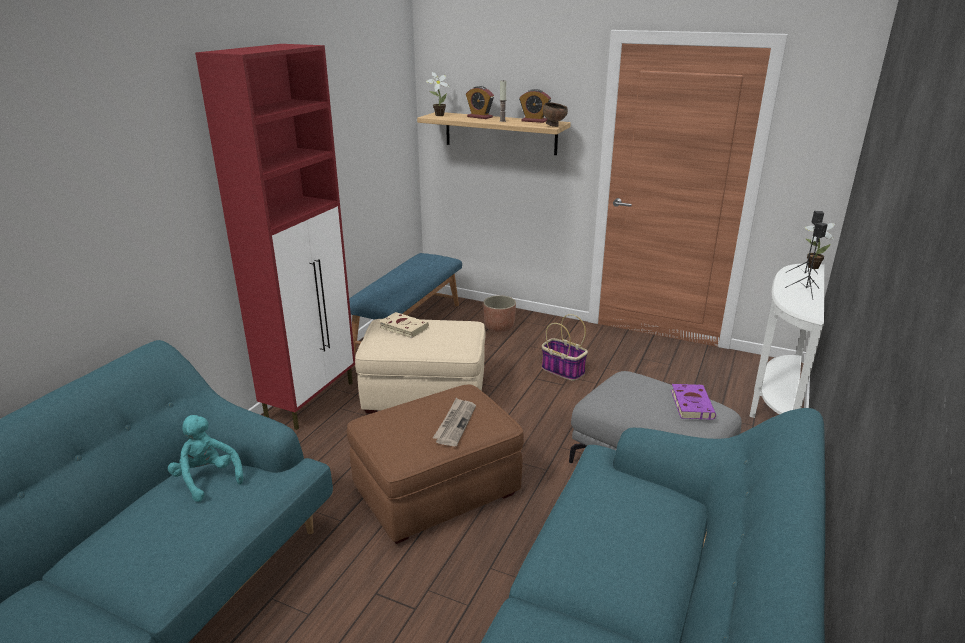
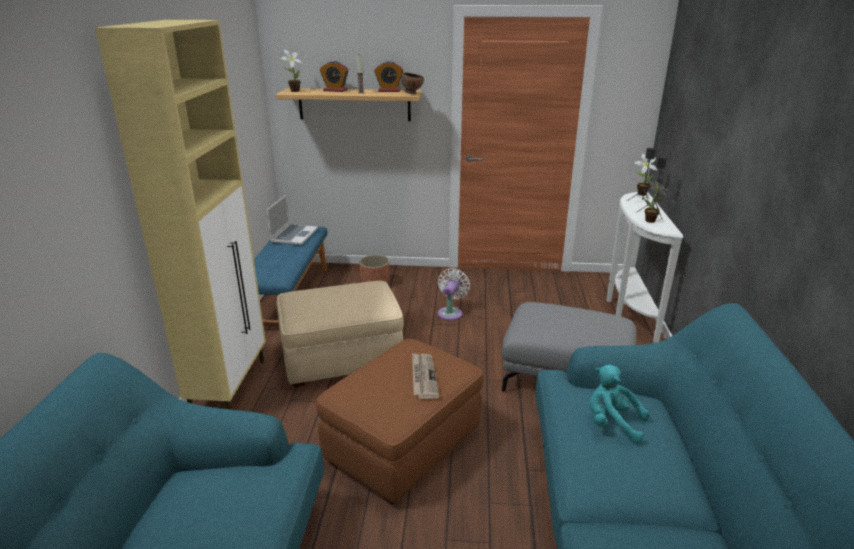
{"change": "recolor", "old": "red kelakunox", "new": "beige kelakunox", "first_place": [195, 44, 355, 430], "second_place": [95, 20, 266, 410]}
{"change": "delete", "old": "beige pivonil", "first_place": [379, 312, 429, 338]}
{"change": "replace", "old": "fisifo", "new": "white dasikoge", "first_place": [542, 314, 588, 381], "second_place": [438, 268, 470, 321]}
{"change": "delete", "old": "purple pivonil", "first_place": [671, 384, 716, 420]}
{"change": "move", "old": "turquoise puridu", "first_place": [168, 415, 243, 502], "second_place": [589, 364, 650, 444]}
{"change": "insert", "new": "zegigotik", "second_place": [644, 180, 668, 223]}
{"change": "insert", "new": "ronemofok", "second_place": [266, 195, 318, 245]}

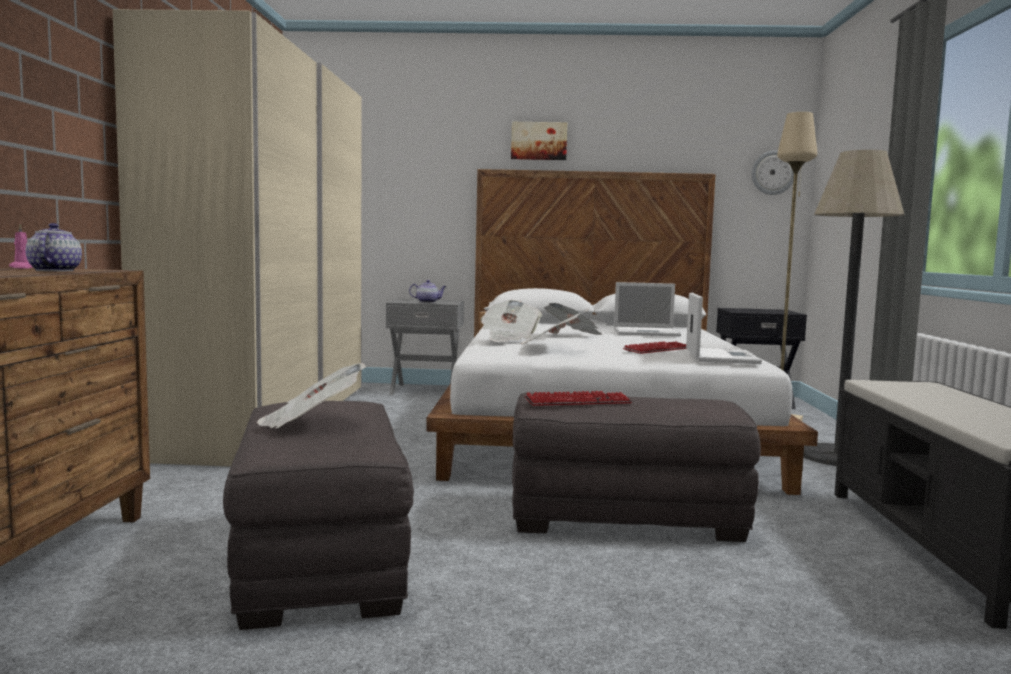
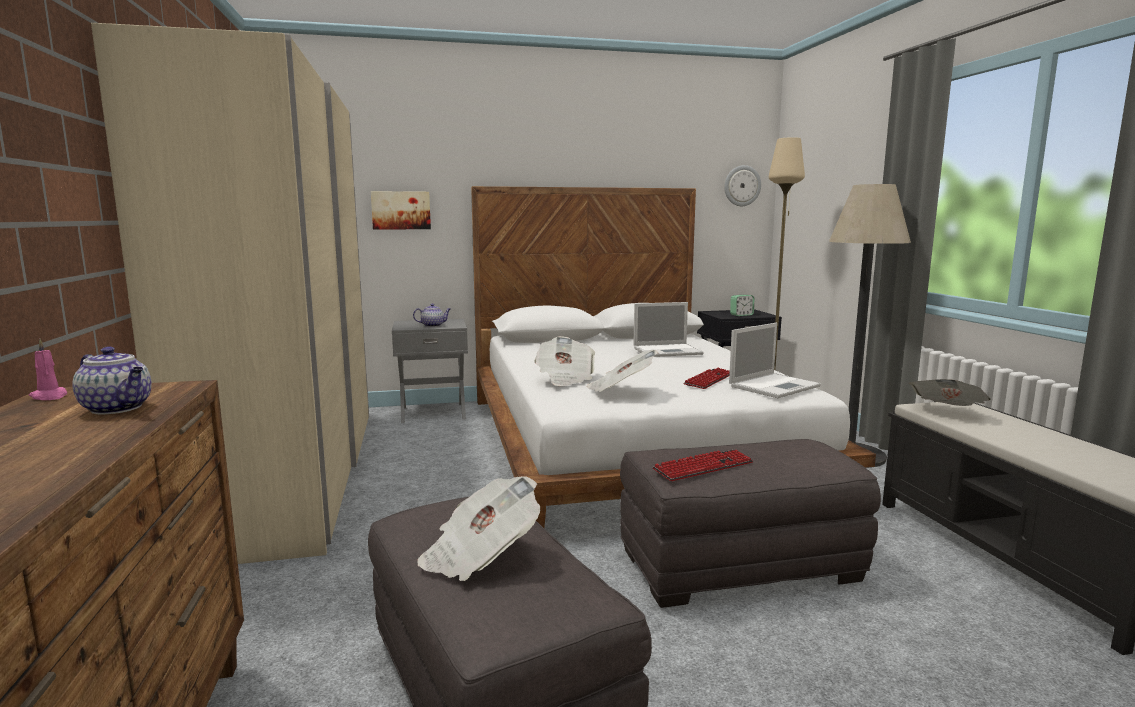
{"change": "move", "old": "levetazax", "first_place": [511, 122, 567, 160], "second_place": [371, 191, 431, 230]}
{"change": "rotate", "old": "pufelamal", "first_place": [25, 223, 82, 271], "second_place": [72, 346, 152, 414], "degrees": 150}
{"change": "rotate", "old": "ronemofok", "first_place": [686, 293, 762, 364], "second_place": [729, 323, 821, 398], "degrees": 60}
{"change": "move", "old": "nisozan", "first_place": [544, 303, 602, 335], "second_place": [909, 379, 991, 406]}
{"change": "insert", "new": "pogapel", "second_place": [730, 295, 754, 316]}

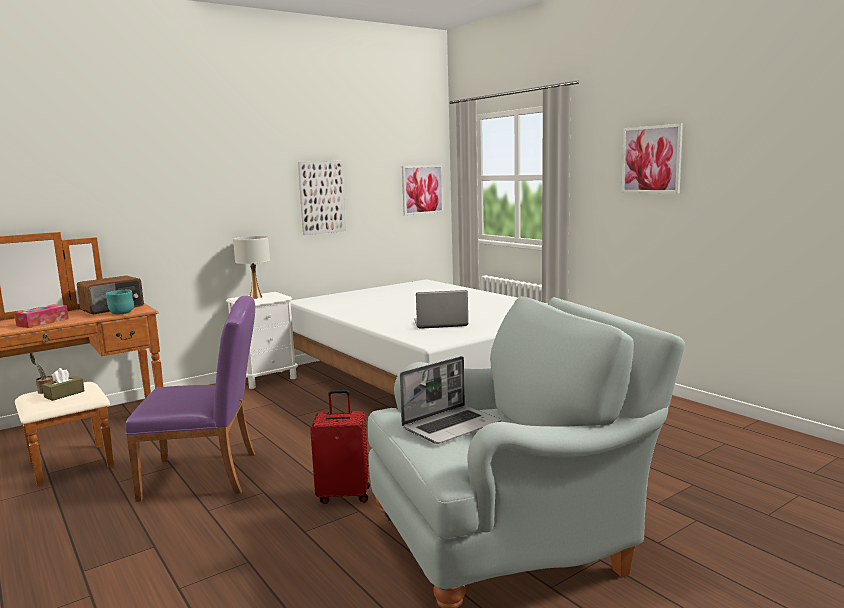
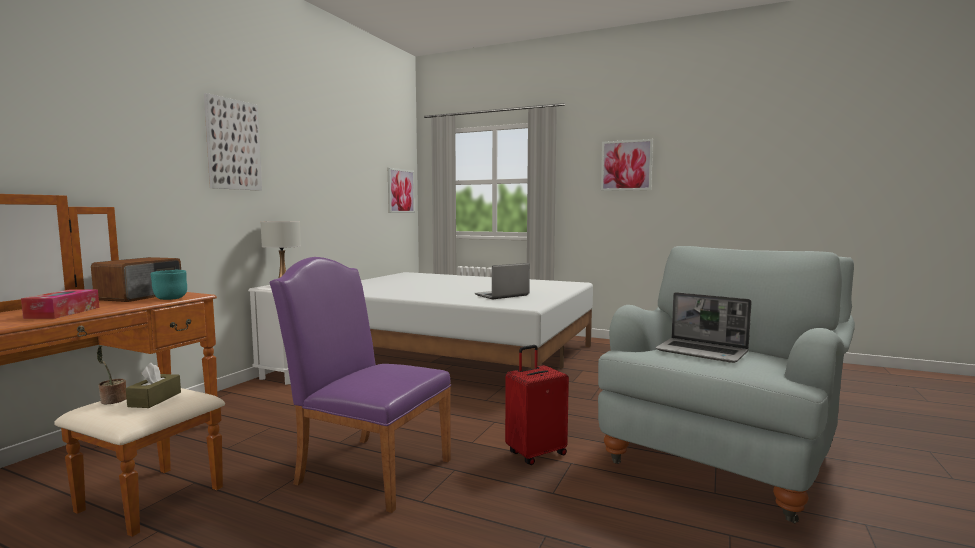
{"change": "move", "old": "levetazax", "first_place": [298, 161, 346, 235], "second_place": [204, 93, 262, 191]}
{"change": "rotate", "old": "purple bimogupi", "first_place": [126, 296, 255, 502], "second_place": [270, 257, 451, 513], "degrees": -120}
{"change": "rotate", "old": "ronemofok", "first_place": [400, 356, 501, 444], "second_place": [655, 292, 752, 363], "degrees": 105}

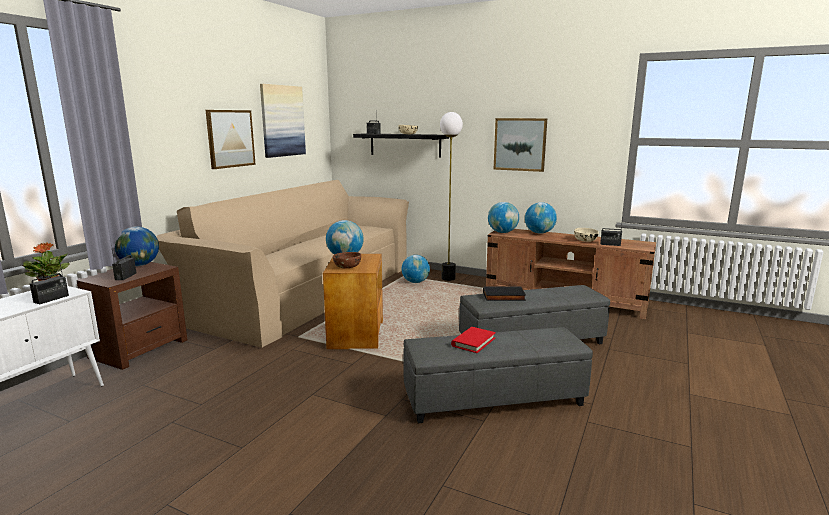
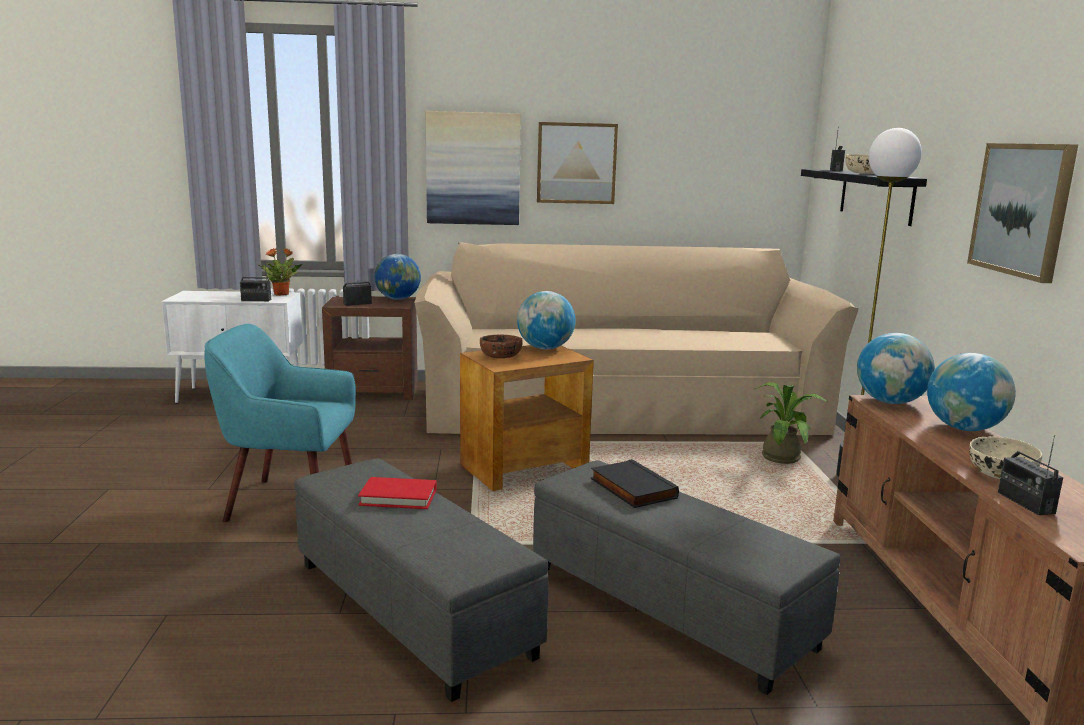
{"change": "move", "old": "levetazax", "first_place": [260, 84, 306, 158], "second_place": [426, 111, 521, 225]}
{"change": "replace", "old": "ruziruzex", "new": "zegigotik", "first_place": [402, 255, 430, 283], "second_place": [755, 382, 829, 464]}
{"change": "insert", "new": "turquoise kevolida", "second_place": [204, 324, 356, 522]}

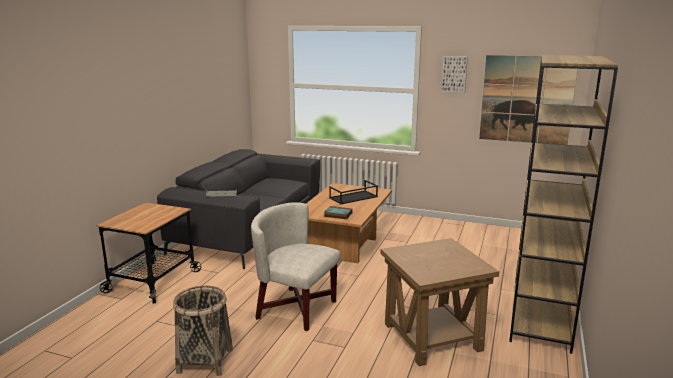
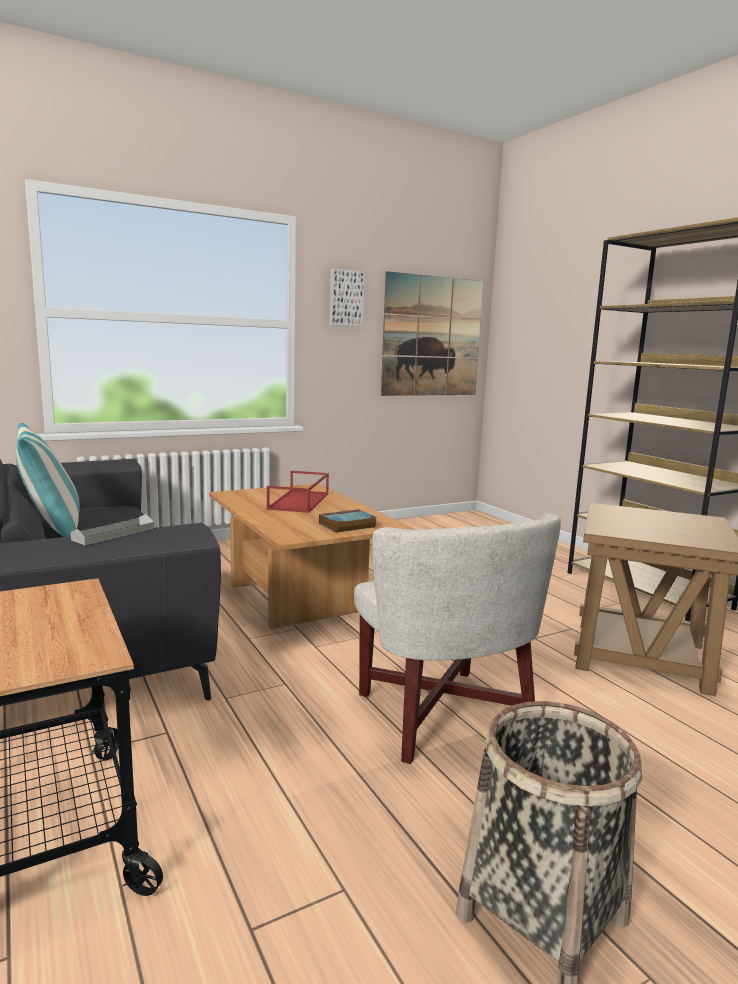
{"change": "recolor", "old": "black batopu", "new": "red batopu", "first_place": [329, 180, 378, 204], "second_place": [267, 471, 329, 513]}
{"change": "rotate", "old": "white kevolida", "first_place": [251, 202, 340, 331], "second_place": [354, 513, 561, 764], "degrees": -90}
{"change": "insert", "new": "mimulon", "second_place": [16, 423, 80, 537]}

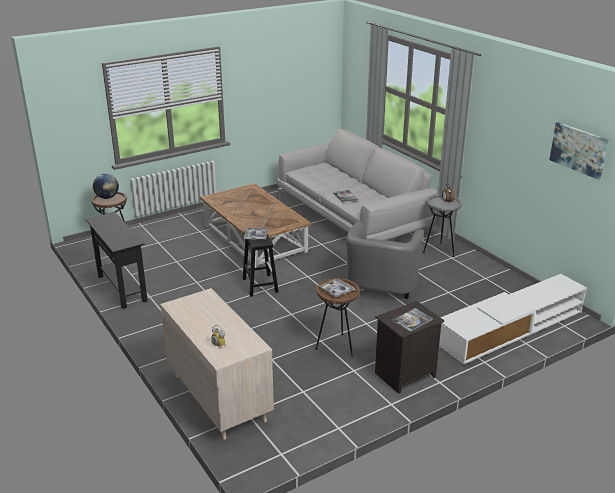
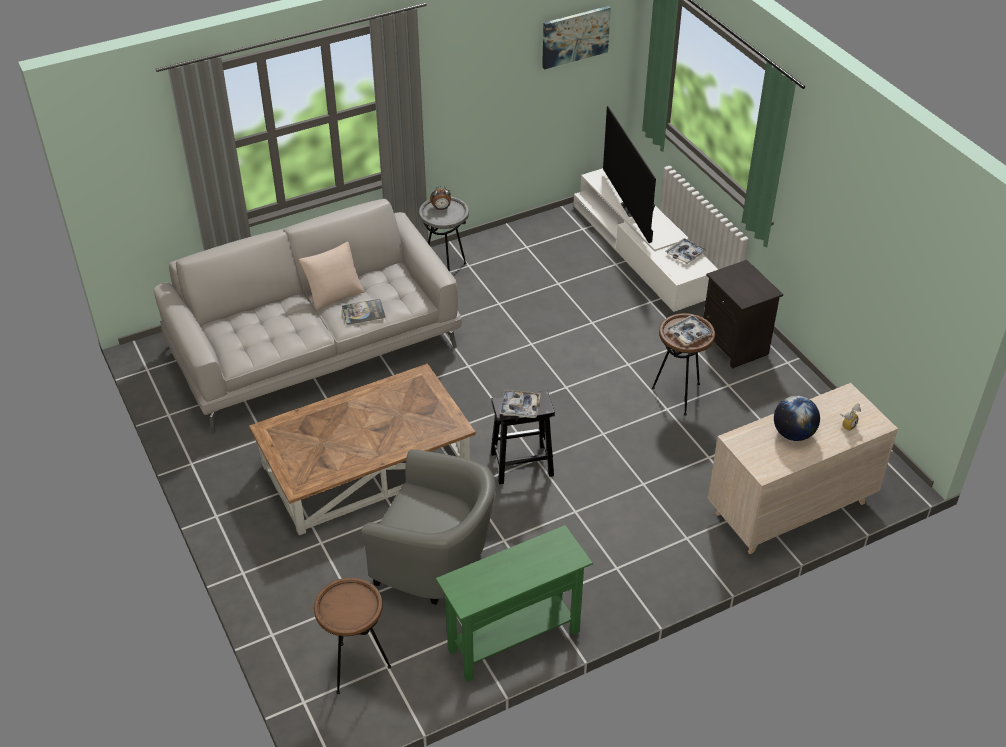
{"change": "move", "old": "ruziruzex", "first_place": [93, 174, 119, 199], "second_place": [774, 396, 820, 441]}
{"change": "recolor", "old": "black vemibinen", "new": "green vemibinen", "first_place": [85, 212, 148, 309], "second_place": [436, 525, 593, 682]}
{"change": "move", "old": "grey kevolida", "first_place": [346, 221, 424, 299], "second_place": [361, 449, 496, 605]}
{"change": "delete", "old": "pivonil", "first_place": [392, 308, 433, 332]}
{"change": "insert", "new": "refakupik", "second_place": [603, 106, 656, 243]}
{"change": "insert", "new": "batopu", "second_place": [665, 238, 707, 264]}
{"change": "insert", "new": "beige mimulon", "second_place": [299, 242, 365, 310]}

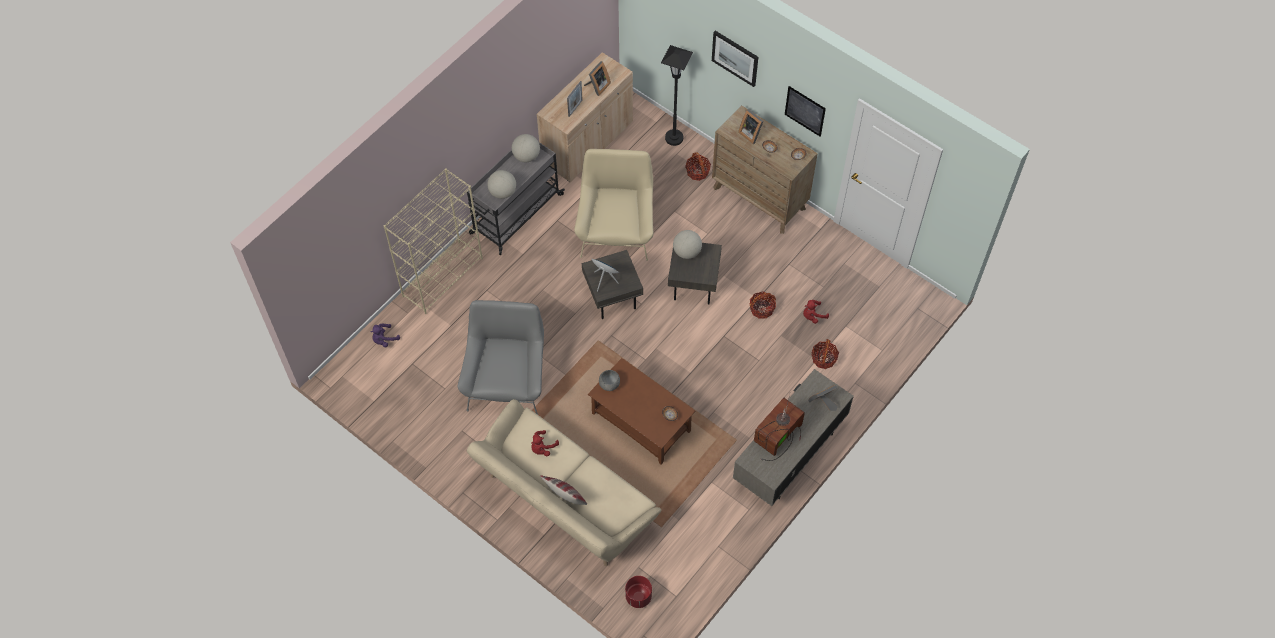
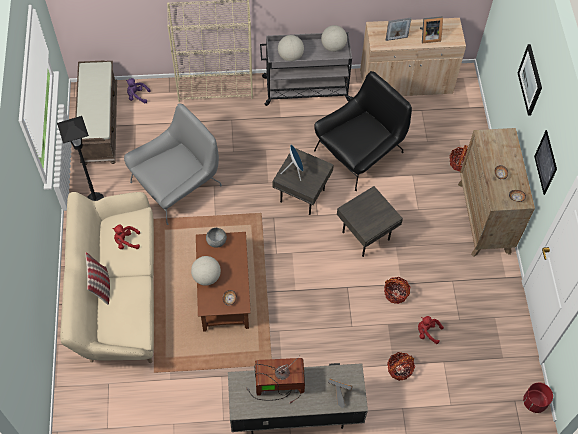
{"change": "move", "old": "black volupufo", "first_place": [661, 45, 693, 146], "second_place": [57, 116, 104, 201]}
{"change": "delete", "old": "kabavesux", "first_place": [738, 109, 763, 144]}
{"change": "recolor", "old": "beige kevolida", "new": "black kevolida", "first_place": [574, 149, 653, 261], "second_place": [314, 71, 412, 191]}
{"change": "move", "old": "ruziruzex", "first_place": [673, 230, 702, 259], "second_place": [191, 256, 221, 286]}
{"change": "move", "old": "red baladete", "first_place": [625, 576, 652, 608], "second_place": [523, 383, 553, 413]}
{"change": "insert", "new": "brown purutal", "second_place": [75, 61, 117, 165]}

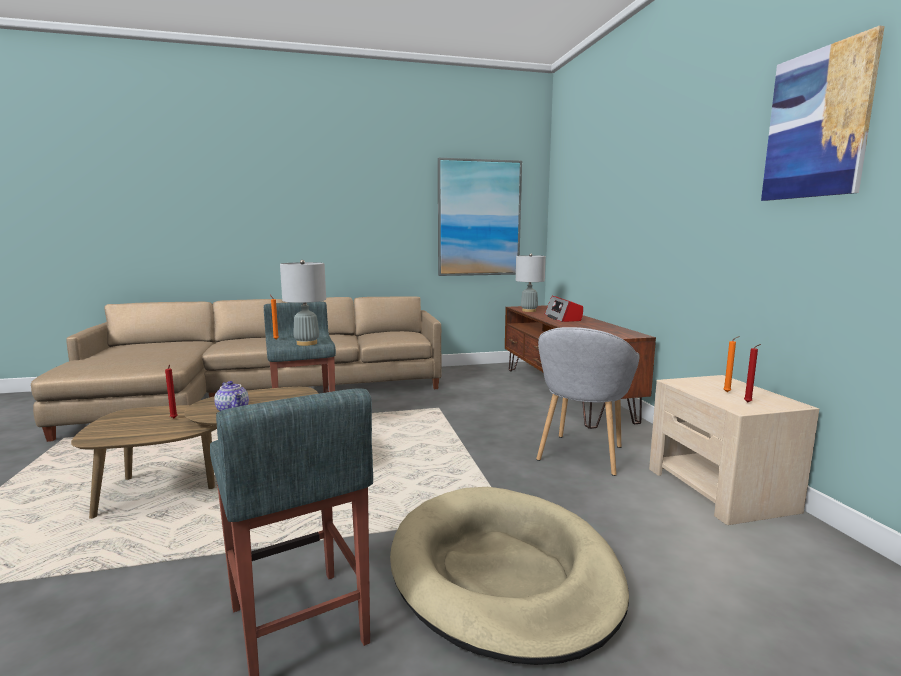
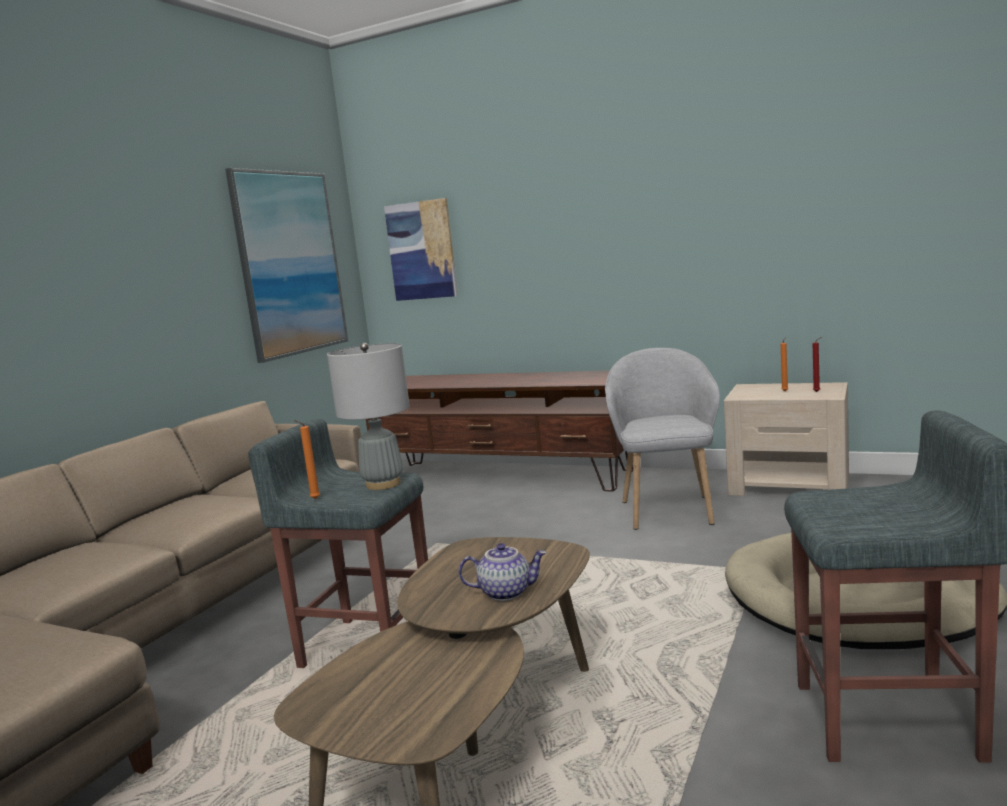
{"change": "move", "old": "levetazax", "first_place": [761, 26, 885, 201], "second_place": [384, 198, 458, 301]}
{"change": "delete", "old": "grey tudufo", "first_place": [516, 254, 546, 312]}
{"change": "delete", "old": "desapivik", "first_place": [545, 296, 583, 322]}
{"change": "rotate", "old": "grey kevolida", "first_place": [536, 327, 640, 476], "second_place": [605, 348, 720, 530], "degrees": -150}
{"change": "delete", "old": "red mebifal", "first_place": [165, 365, 177, 418]}

